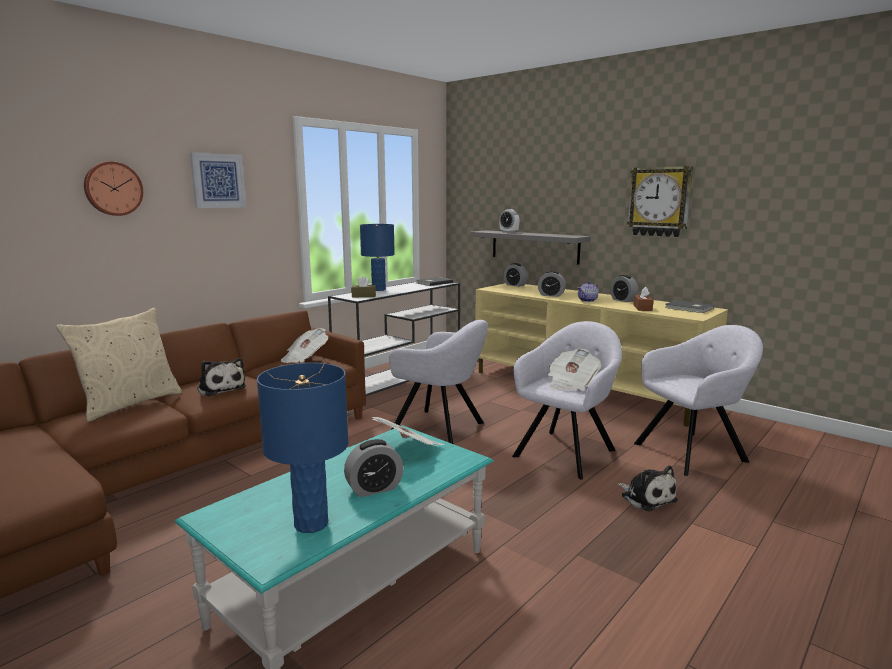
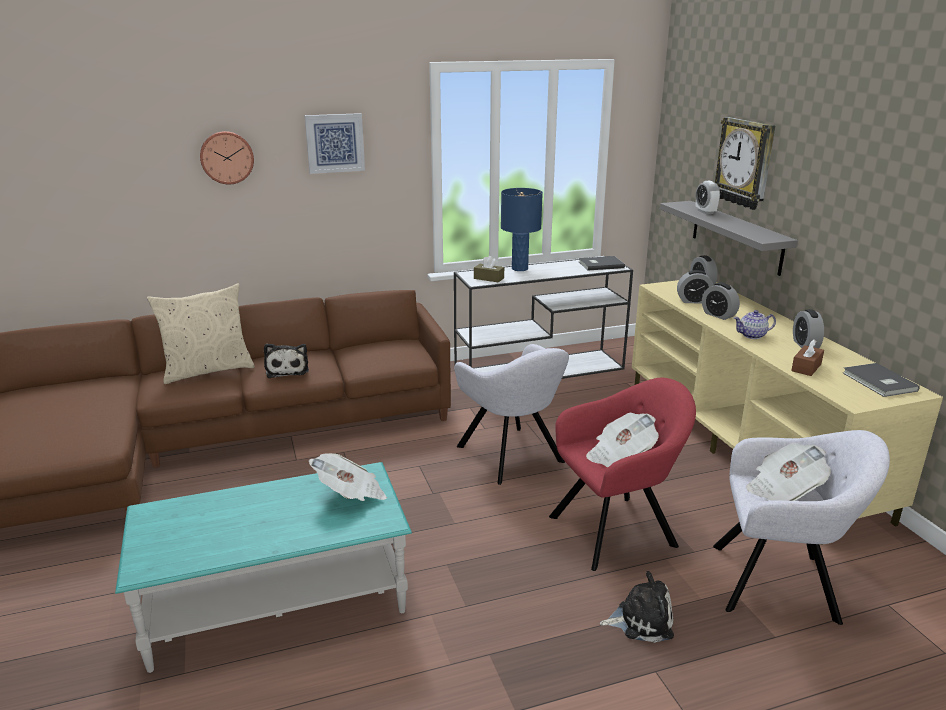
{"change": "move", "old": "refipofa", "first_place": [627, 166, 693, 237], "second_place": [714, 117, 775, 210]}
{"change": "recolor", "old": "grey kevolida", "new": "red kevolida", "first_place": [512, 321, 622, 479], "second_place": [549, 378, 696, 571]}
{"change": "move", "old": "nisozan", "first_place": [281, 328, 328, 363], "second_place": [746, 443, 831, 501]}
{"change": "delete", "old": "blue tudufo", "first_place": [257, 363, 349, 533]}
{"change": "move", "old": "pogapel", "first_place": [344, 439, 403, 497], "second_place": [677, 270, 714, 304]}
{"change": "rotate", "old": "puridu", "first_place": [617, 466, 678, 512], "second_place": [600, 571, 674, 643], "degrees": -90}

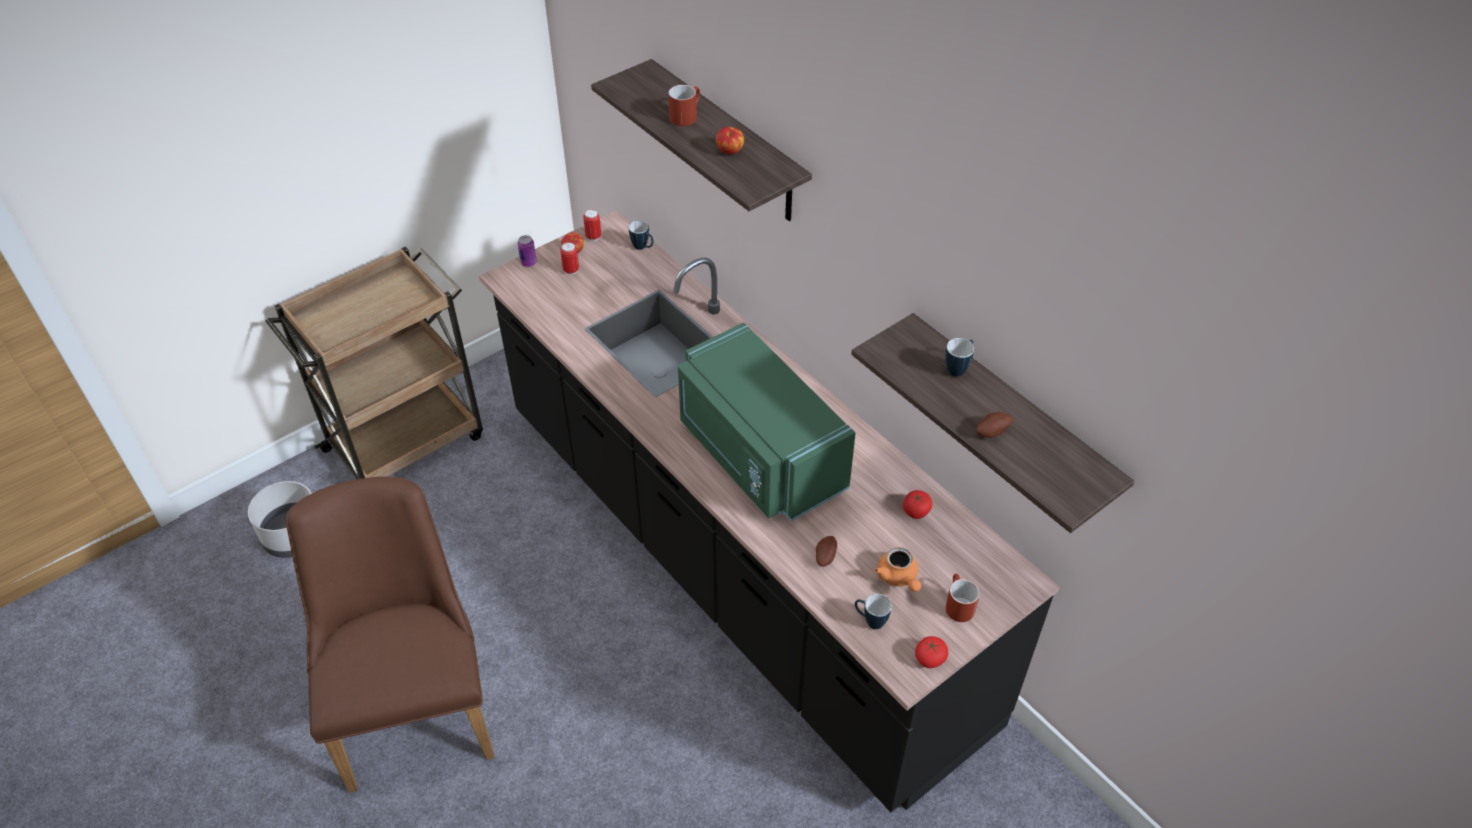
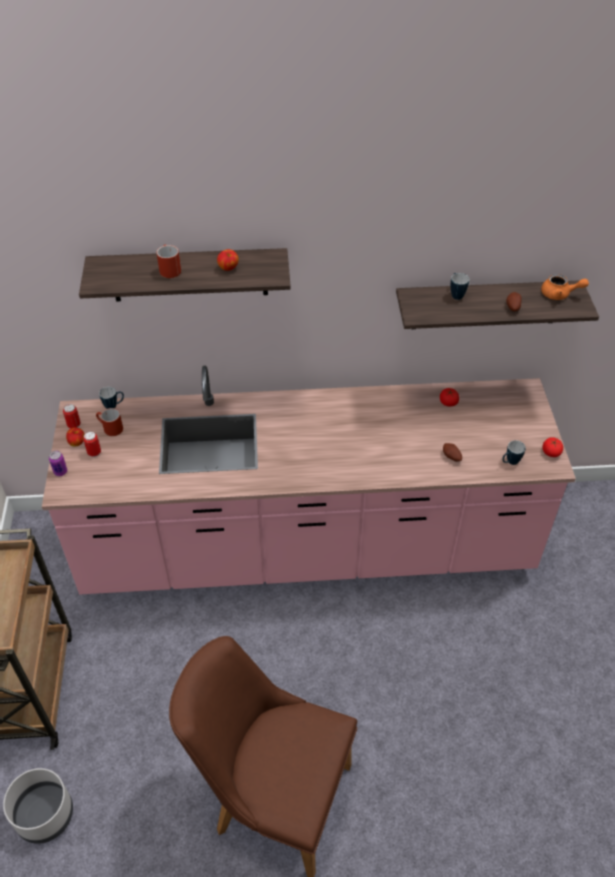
{"change": "recolor", "old": "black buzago", "new": "pink buzago", "first_place": [479, 210, 1060, 812], "second_place": [42, 366, 576, 594]}
{"change": "delete", "old": "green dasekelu", "first_place": [678, 323, 855, 521]}
{"change": "move", "old": "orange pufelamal", "first_place": [874, 547, 922, 592], "second_place": [541, 274, 589, 300]}
{"change": "move", "old": "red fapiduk", "first_place": [945, 574, 980, 622], "second_place": [96, 408, 123, 436]}

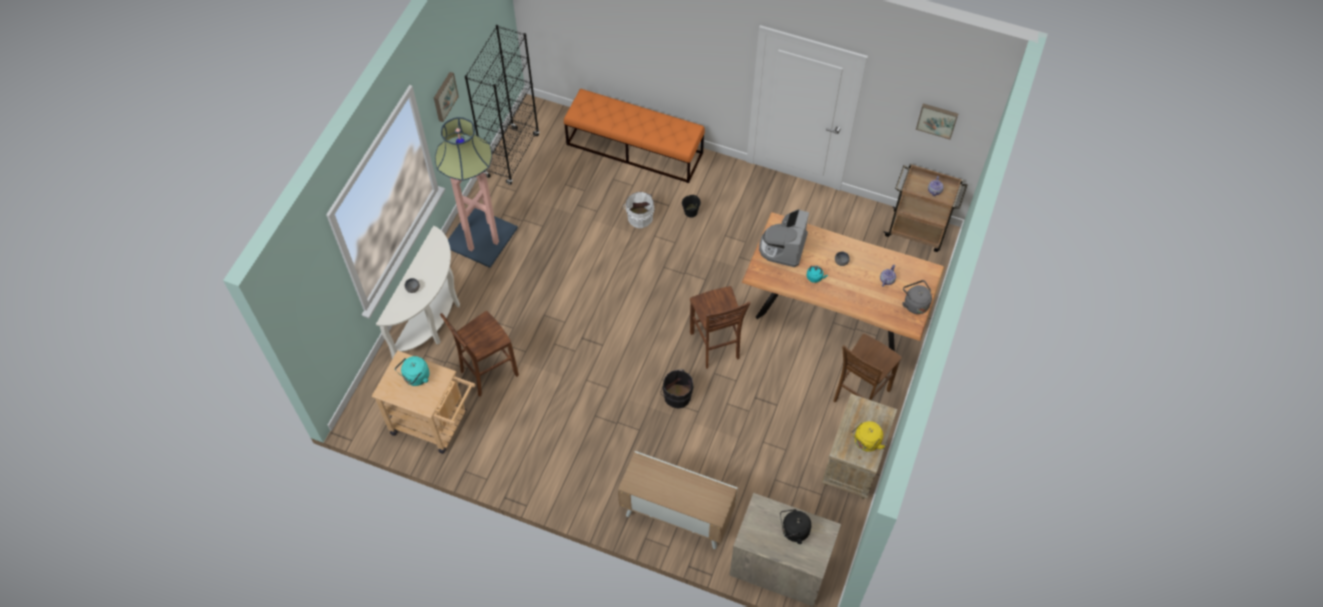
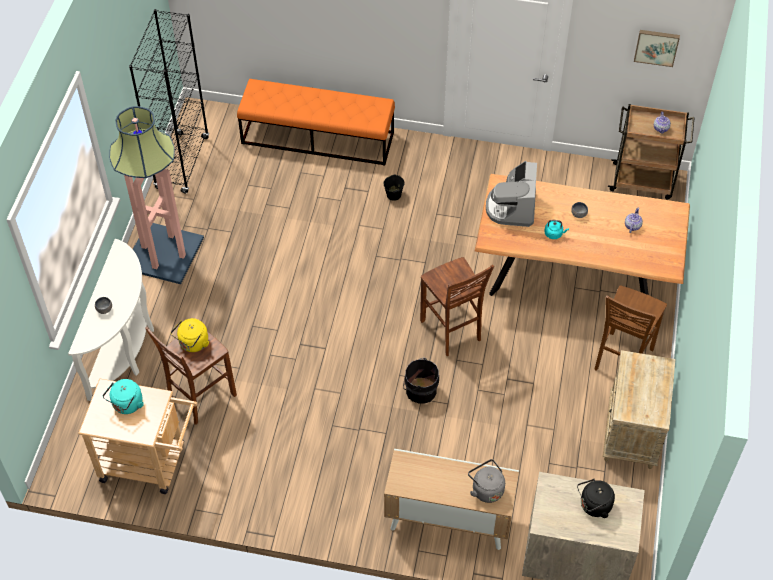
{"change": "delete", "old": "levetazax", "first_place": [434, 72, 459, 122]}
{"change": "delete", "old": "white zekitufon", "first_place": [623, 192, 654, 228]}
{"change": "move", "old": "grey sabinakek", "first_place": [903, 280, 932, 314], "second_place": [468, 459, 505, 503]}
{"change": "move", "old": "yellow sabinakek", "first_place": [851, 421, 885, 452], "second_place": [171, 318, 209, 352]}

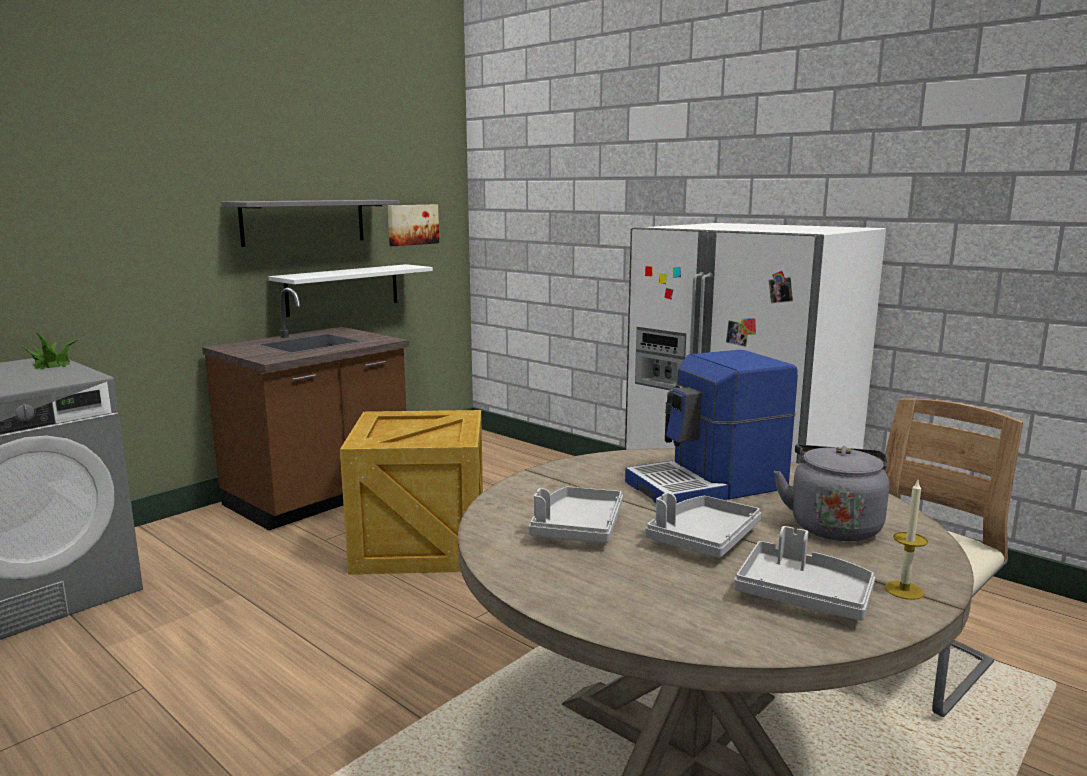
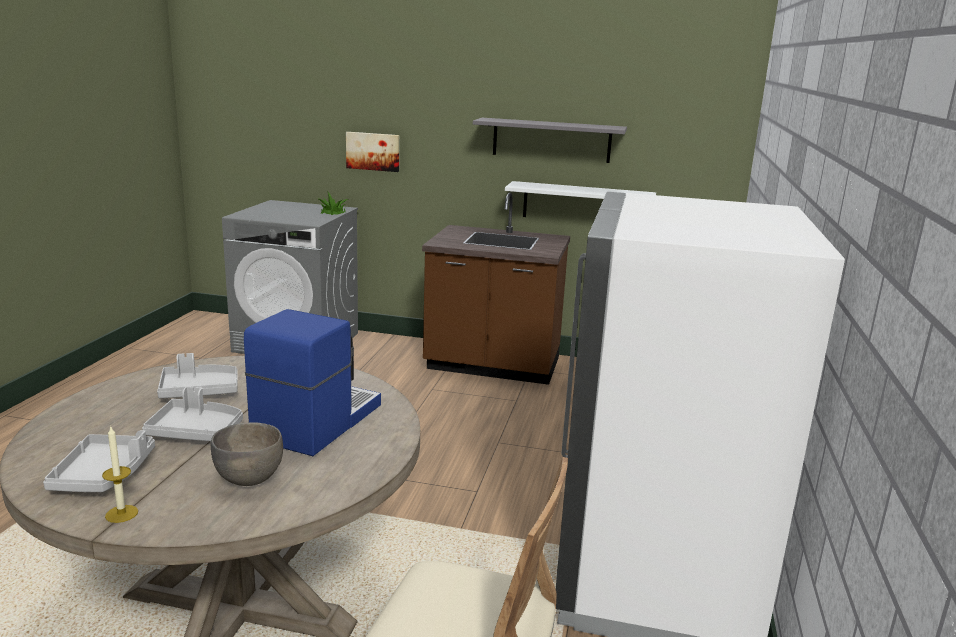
{"change": "move", "old": "levetazax", "first_place": [388, 205, 439, 246], "second_place": [346, 132, 399, 172]}
{"change": "rotate", "old": "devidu", "first_place": [625, 350, 798, 504], "second_place": [244, 309, 381, 456], "degrees": 75}
{"change": "delete", "old": "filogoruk", "first_place": [340, 410, 483, 575]}
{"change": "replace", "old": "grey sabinakek", "new": "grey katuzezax", "first_place": [774, 445, 889, 541], "second_place": [211, 423, 283, 486]}

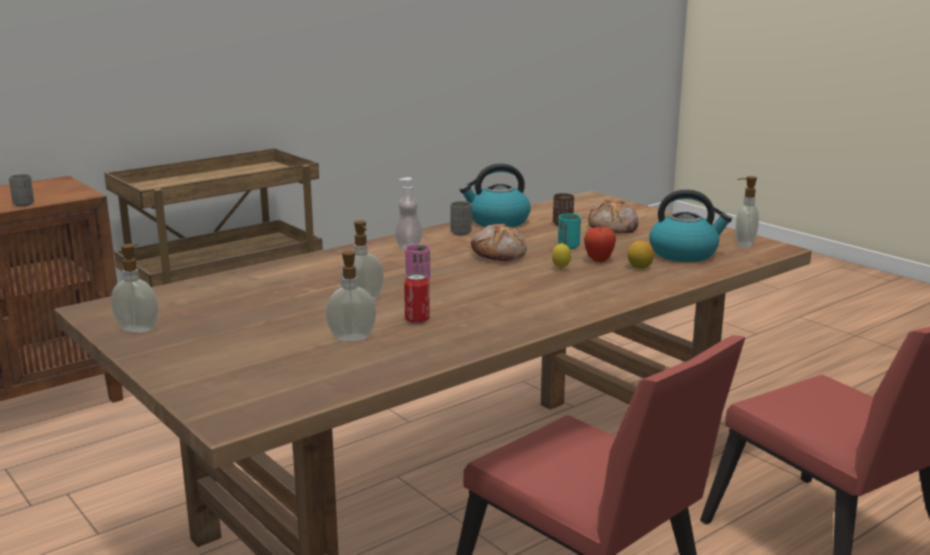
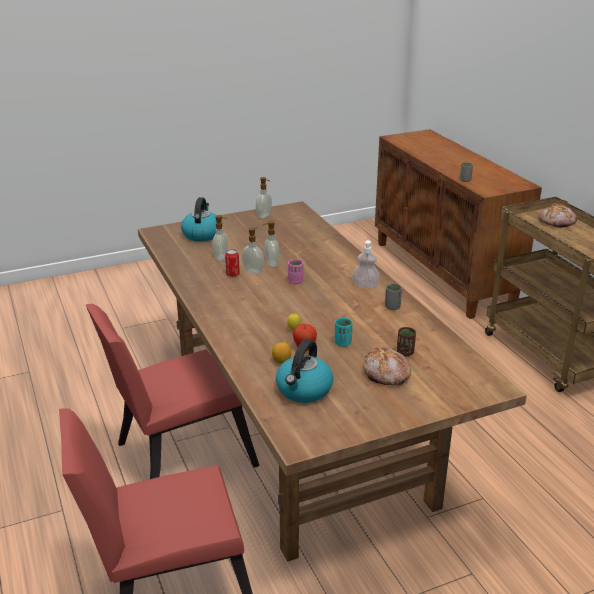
{"change": "move", "old": "sabinakek", "first_place": [460, 163, 531, 228], "second_place": [181, 197, 217, 242]}
{"change": "move", "old": "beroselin", "first_place": [735, 176, 759, 248], "second_place": [242, 227, 264, 274]}
{"change": "move", "old": "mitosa", "first_place": [471, 224, 527, 261], "second_place": [539, 203, 577, 228]}

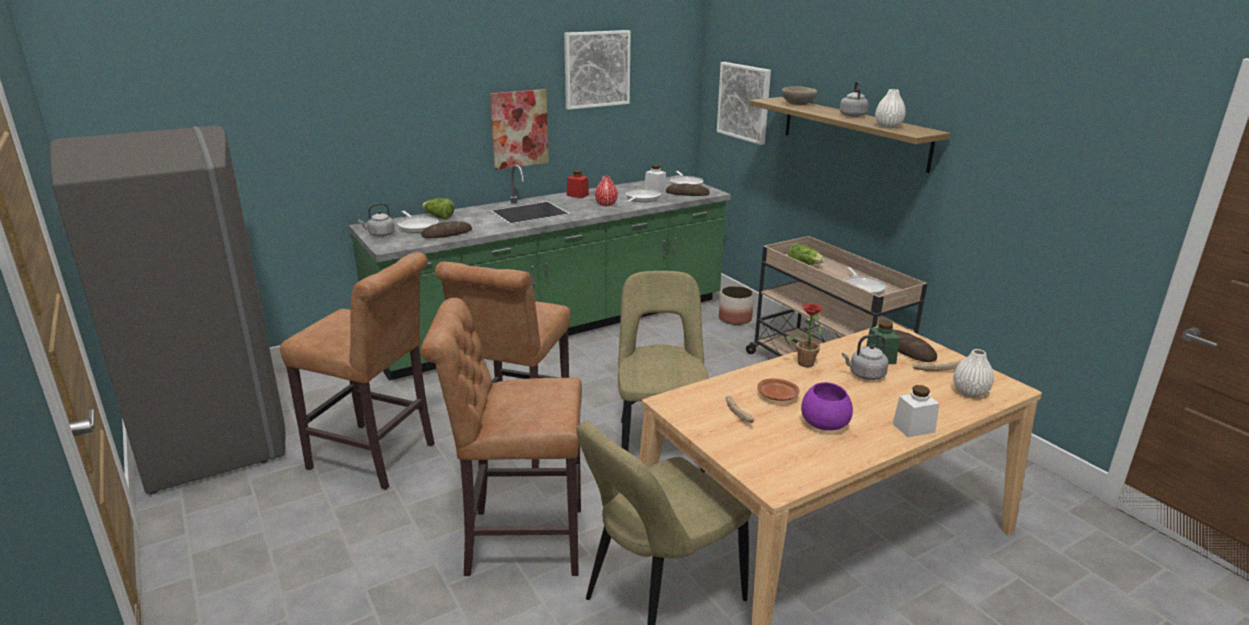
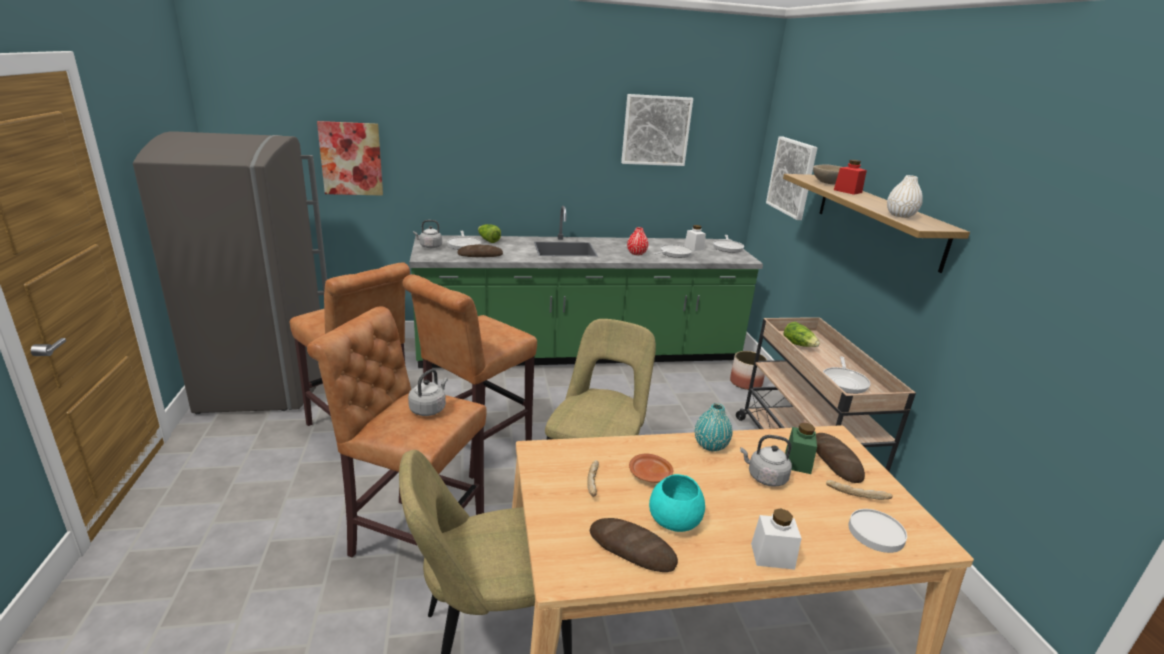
{"change": "move", "old": "grey sabinakek", "first_place": [840, 81, 869, 117], "second_place": [408, 369, 448, 416]}
{"change": "move", "old": "levetazax", "first_place": [490, 89, 549, 170], "second_place": [317, 121, 383, 196]}
{"change": "move", "old": "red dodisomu", "first_place": [567, 170, 589, 198], "second_place": [834, 160, 867, 195]}
{"change": "move", "old": "mitosa", "first_place": [666, 183, 710, 196], "second_place": [590, 518, 678, 572]}
{"change": "replace", "old": "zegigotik", "new": "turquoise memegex", "first_place": [786, 303, 824, 367], "second_place": [695, 403, 732, 451]}
{"change": "replace", "old": "white memegex", "new": "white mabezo", "first_place": [953, 349, 994, 398], "second_place": [849, 509, 907, 553]}
{"change": "recolor", "old": "purple katuzezax", "new": "turquoise katuzezax", "first_place": [801, 382, 853, 430], "second_place": [649, 474, 705, 532]}

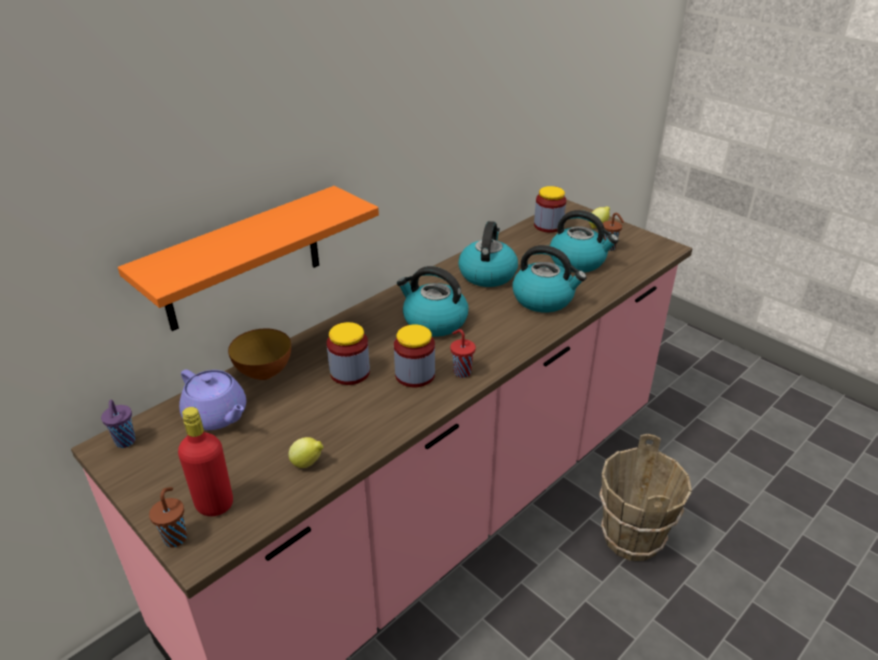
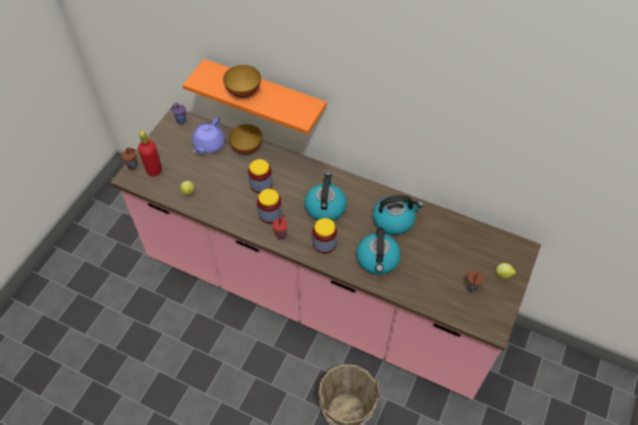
{"change": "move", "old": "dodisomu", "first_place": [534, 186, 566, 233], "second_place": [312, 218, 337, 253]}
{"change": "delete", "old": "sabinakek", "first_place": [550, 210, 618, 273]}
{"change": "insert", "new": "katuzezax", "second_place": [223, 65, 261, 98]}

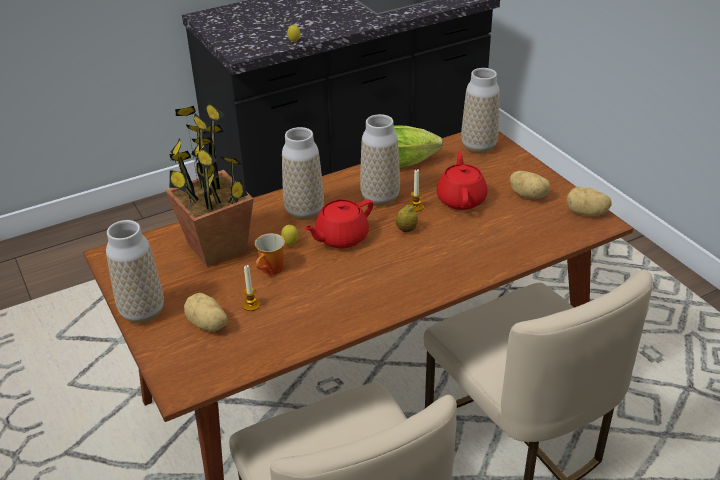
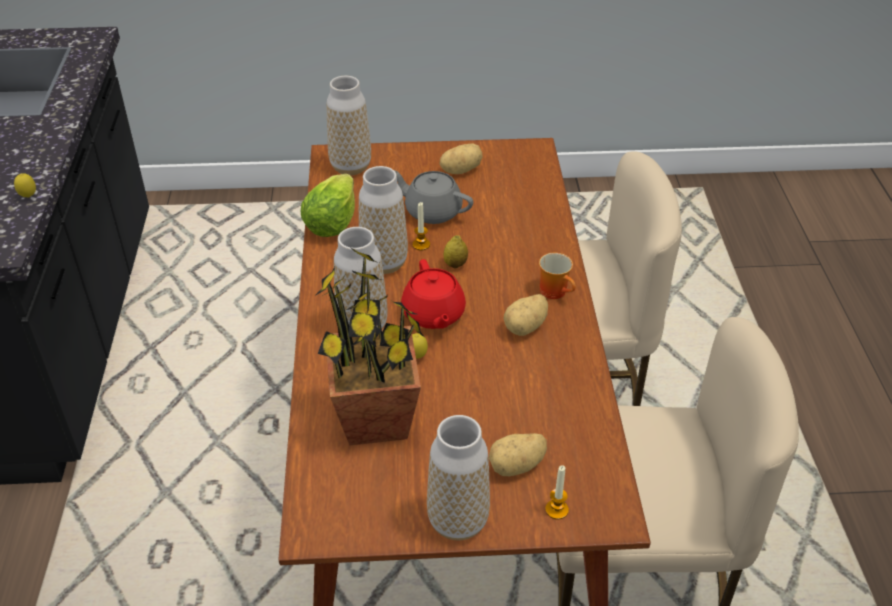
{"change": "recolor", "old": "red pufelamal", "new": "grey pufelamal", "first_place": [437, 151, 488, 210], "second_place": [394, 170, 473, 224]}
{"change": "move", "old": "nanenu", "first_place": [566, 187, 612, 216], "second_place": [504, 294, 548, 336]}
{"change": "move", "old": "fapiduk", "first_place": [255, 233, 285, 275], "second_place": [539, 253, 576, 299]}
{"change": "move", "old": "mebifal", "first_place": [243, 265, 260, 311], "second_place": [545, 465, 569, 520]}

